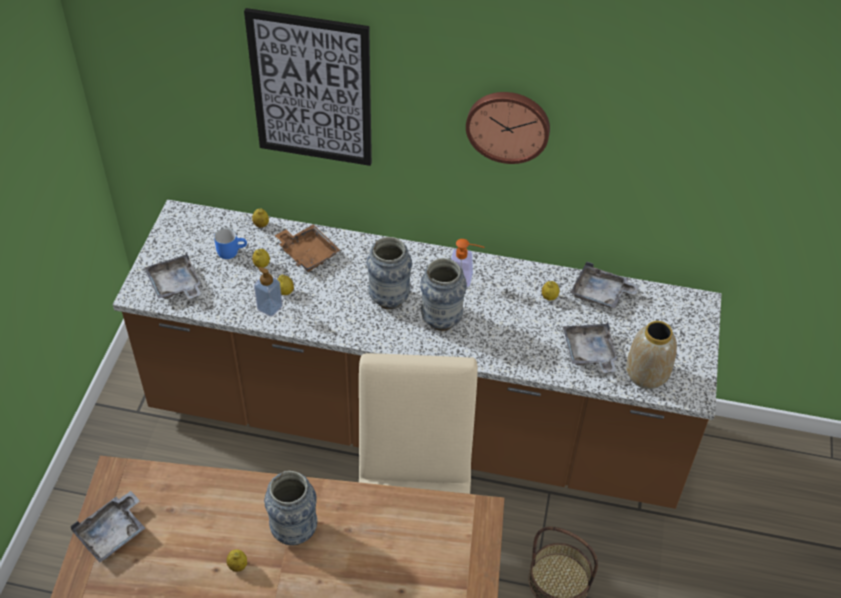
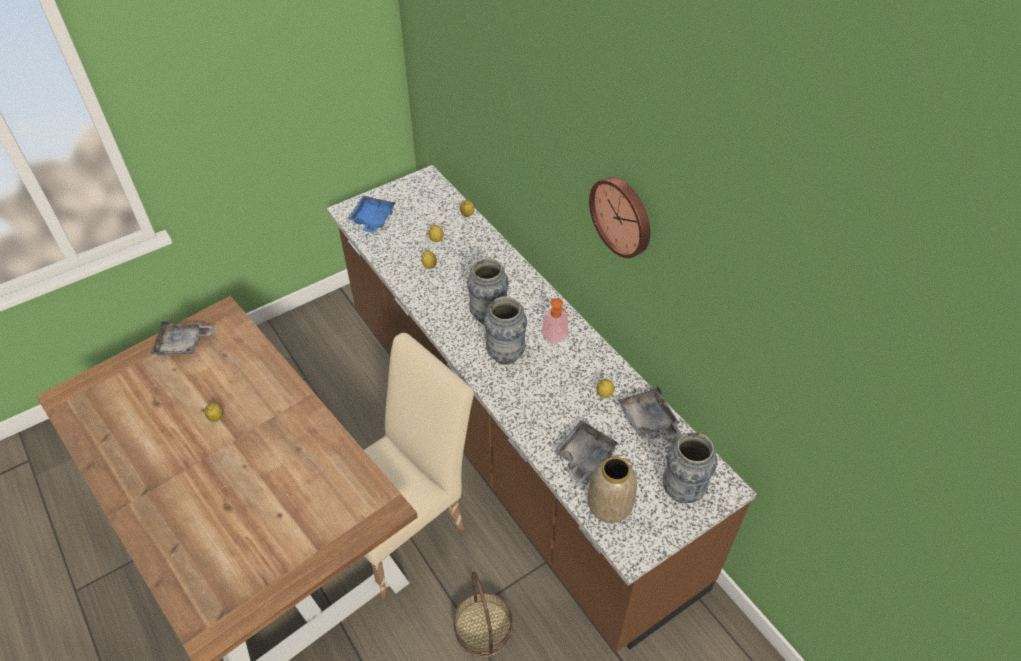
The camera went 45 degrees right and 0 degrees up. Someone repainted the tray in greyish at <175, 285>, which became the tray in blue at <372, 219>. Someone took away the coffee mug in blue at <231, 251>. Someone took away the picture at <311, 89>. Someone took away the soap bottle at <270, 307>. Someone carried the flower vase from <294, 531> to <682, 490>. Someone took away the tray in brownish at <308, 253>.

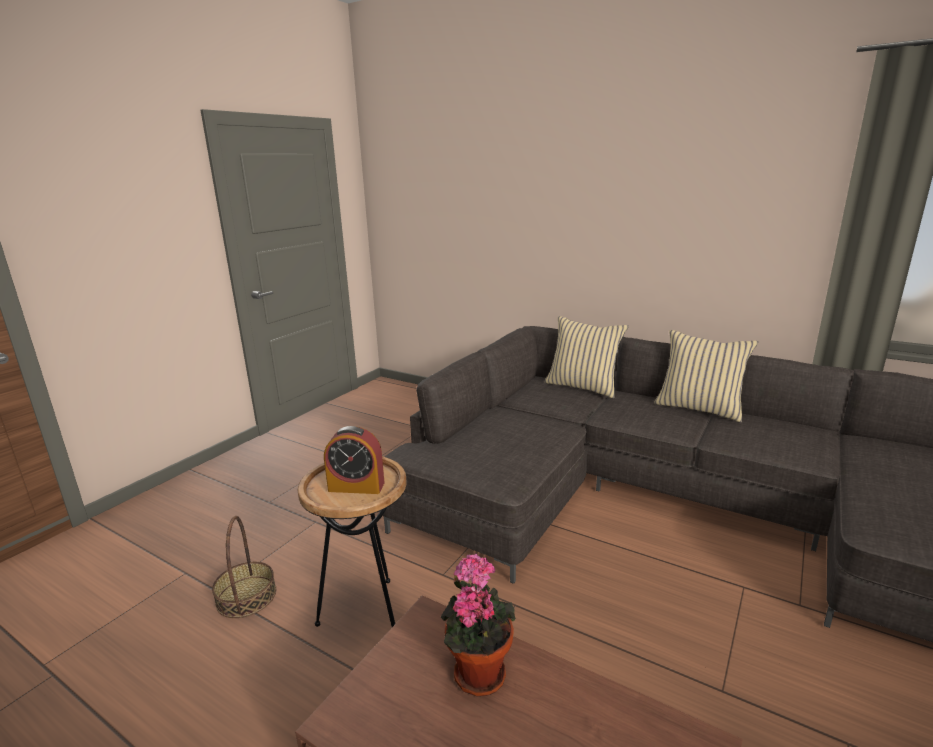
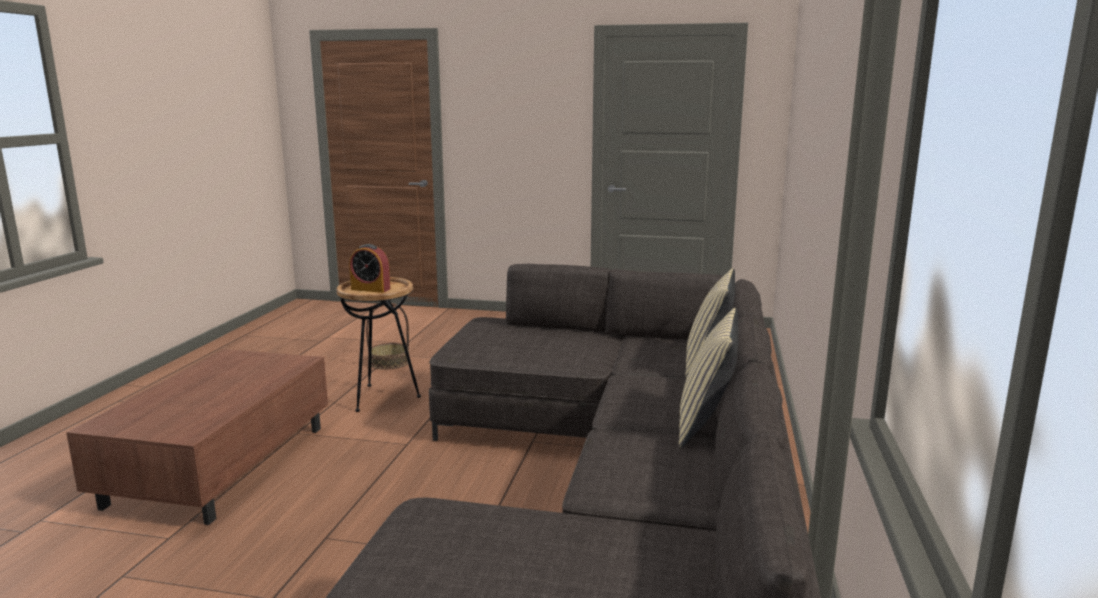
The camera went 70 degrees right and 5 degrees down. Someone rotated the table clock at <356, 486> by 60 degrees counterclockwise. Someone took away the potted plant at <478, 670>.

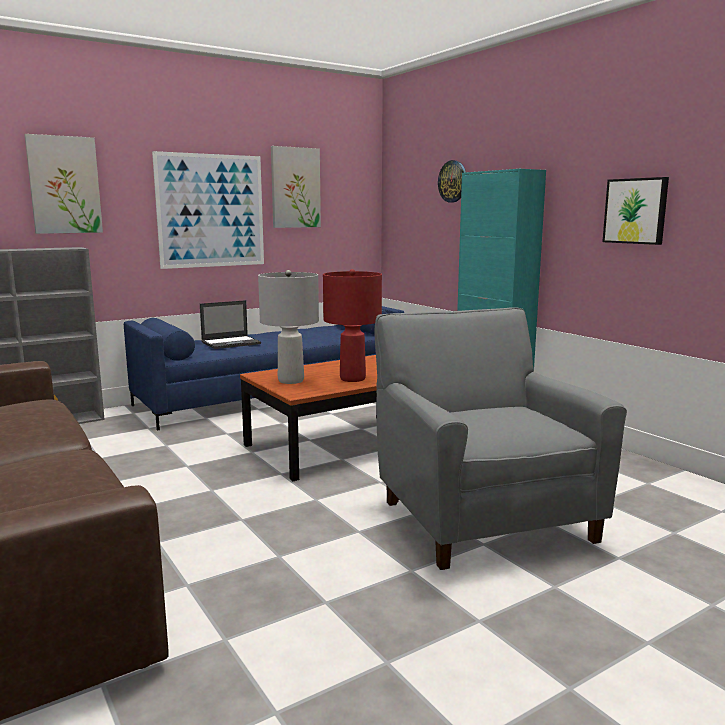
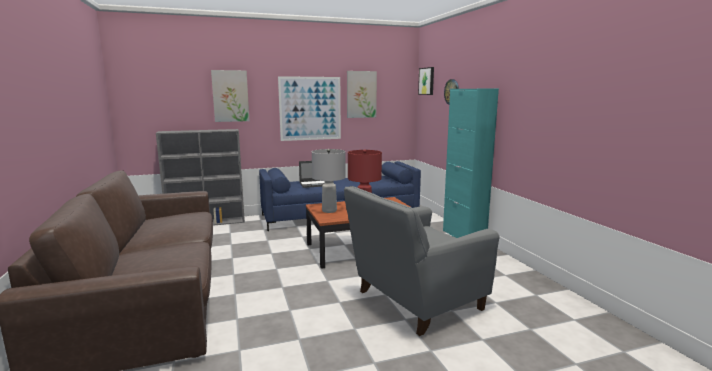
The camera went 15 degrees right and 0 degrees up. Someone rotated the easy chair in greyish at <480, 516> by 120 degrees counterclockwise. Someone carried the picture from <636, 211> to <427, 81>.

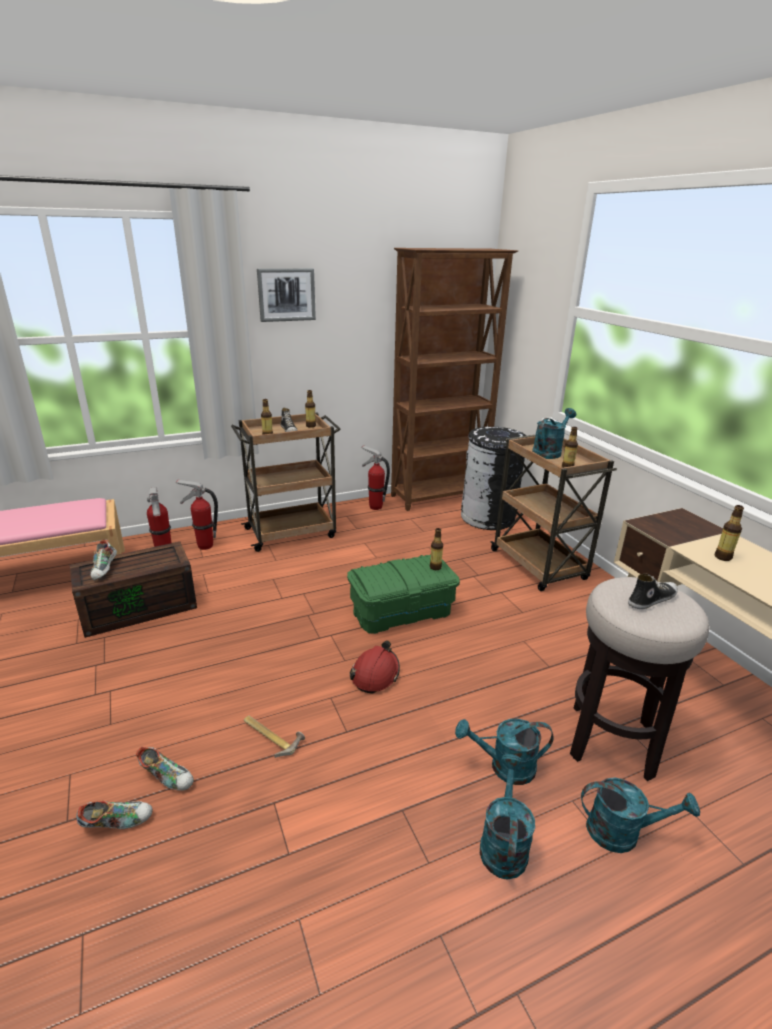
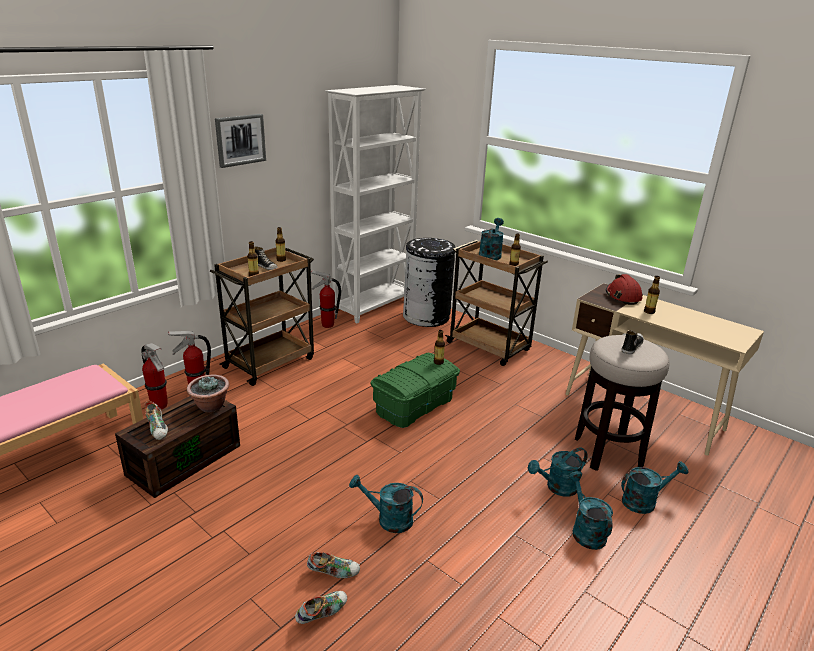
The camera went 25 degrees left and 0 degrees up. Someone swapped the tool hammer at <272, 735> for the watering can in turquoise-coloured at <388, 519>. Someone carried the safety helmet in red from <375, 674> to <623, 296>. Someone repainted the bookshelf in brownish at <440, 496>, which became the bookshelf in white at <375, 305>. Someone put down the potted plant at <210, 406>.

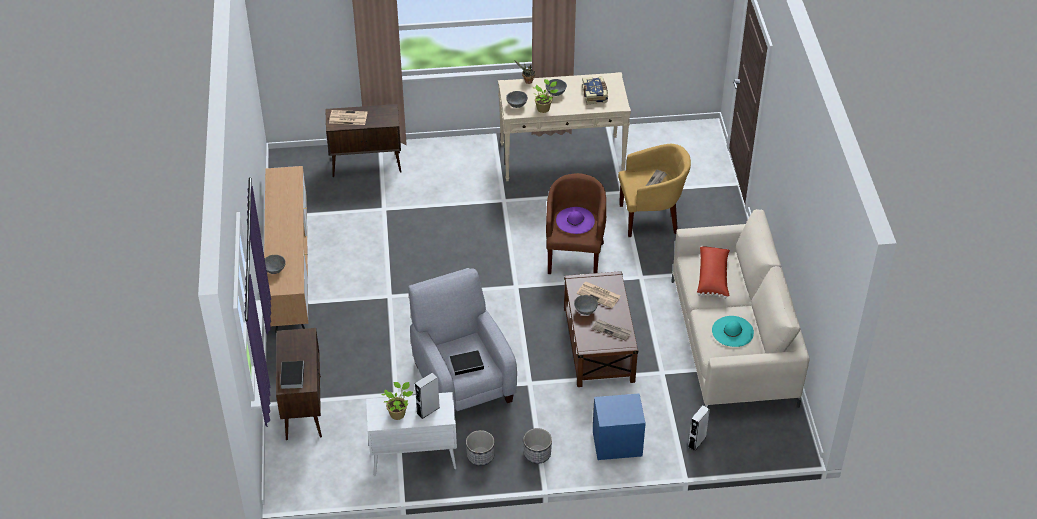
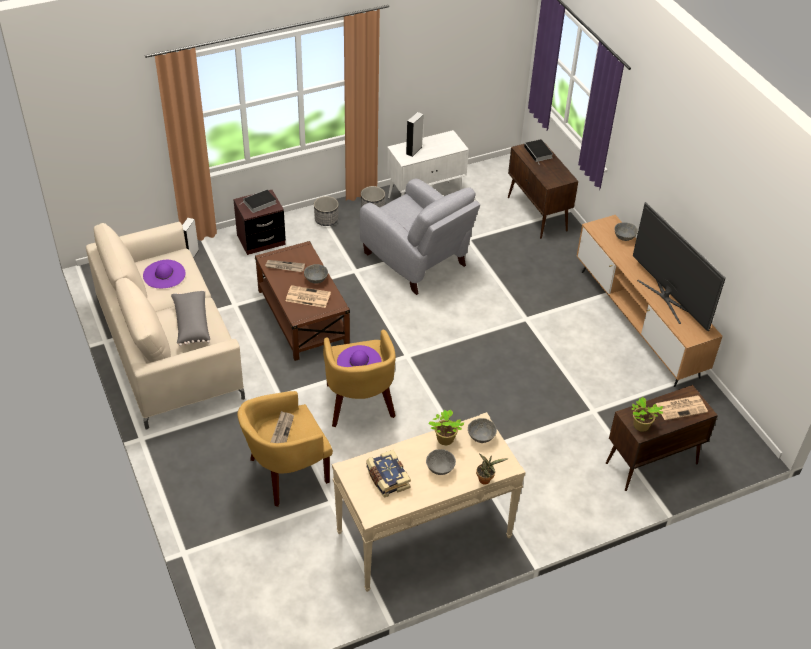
The camera went 160 degrees right and 0 degrees up. Someone carried the potted plant from <398, 413> to <641, 426>. Someone carried the volume from <467, 364> to <259, 203>. Someone repainted the easy chair in brownish at <574, 255>, which became the easy chair in yellow at <359, 404>. Someone repainted the nightstand in blue at <617, 443>, which became the nightstand in brownish at <261, 240>. Someone repainted the pillow in red at <713, 277>, which became the pillow in greyish at <191, 324>. Someone repainted the wearable hat in turquoise-coloured at <732, 331>, which became the wearable hat in purple at <164, 274>. Someone put down the television at <667, 298>.

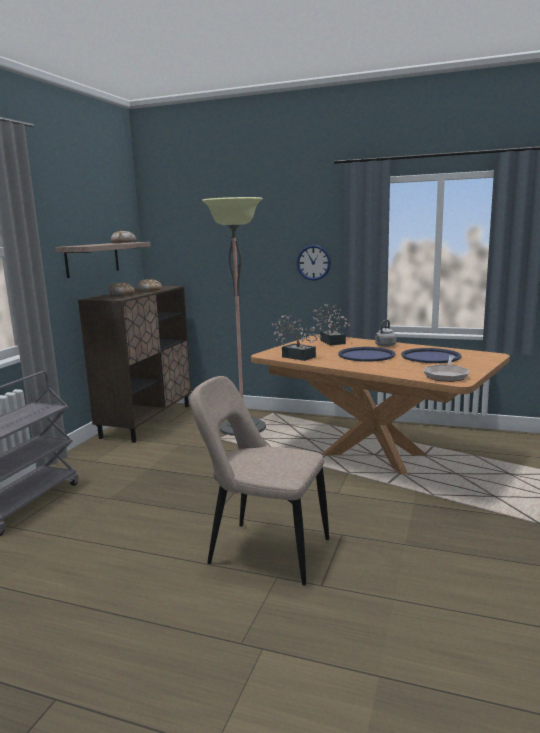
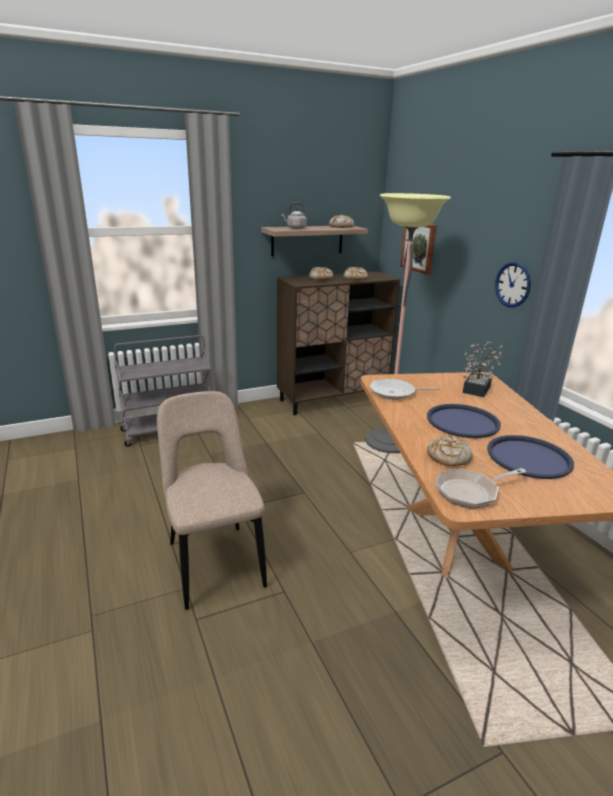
The camera went 45 degrees right and 10 degrees up. Someone swapped the potted plant at <295, 356> for the frying pan at <395, 392>. Someone carried the kettle in greyish from <384, 346> to <295, 228>. Someone put up the picture at <419, 246>. Someone put down the baked bread at <448, 457>.

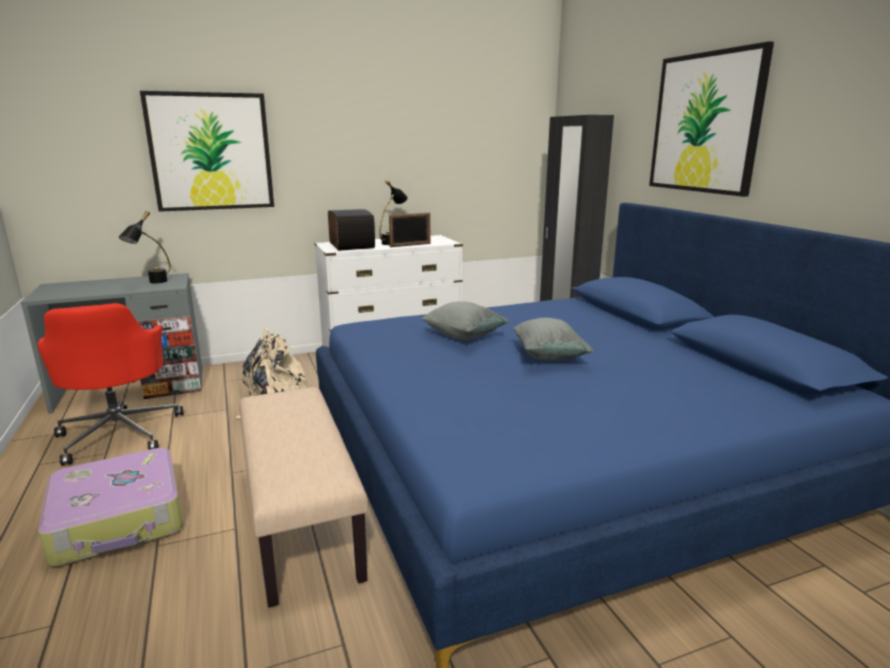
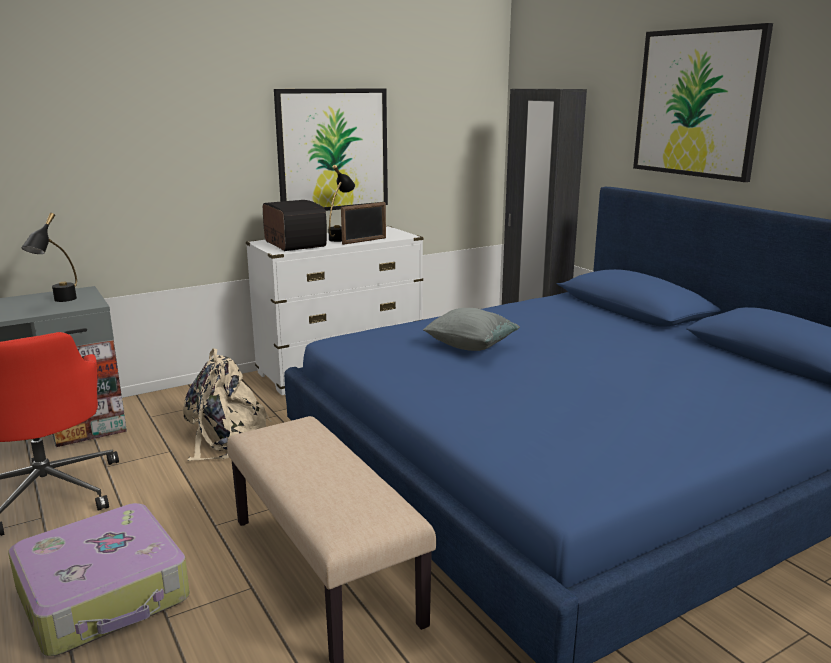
The camera went 10 degrees left and 0 degrees up. Someone carried the picture from <211, 152> to <333, 150>. Someone took away the pillow in greyish at <549, 356>.

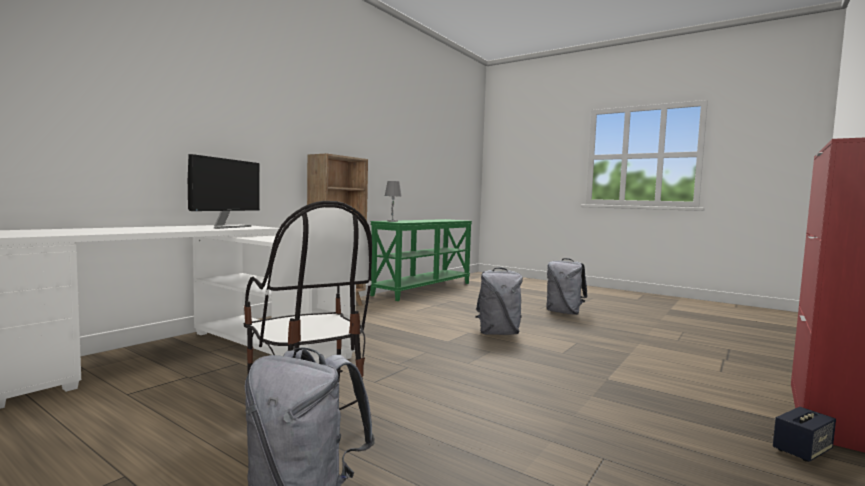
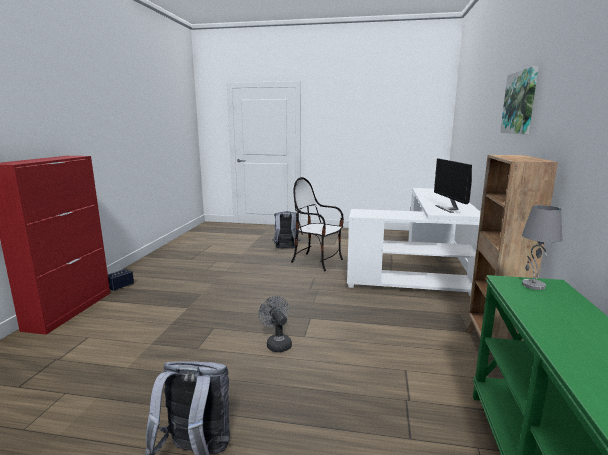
The camera went 155 degrees right and 10 degrees up. Someone swapped the rucksack in greyish at <498, 333> for the cooling fan in greyish at <277, 343>. Someone put up the picture at <520, 102>.

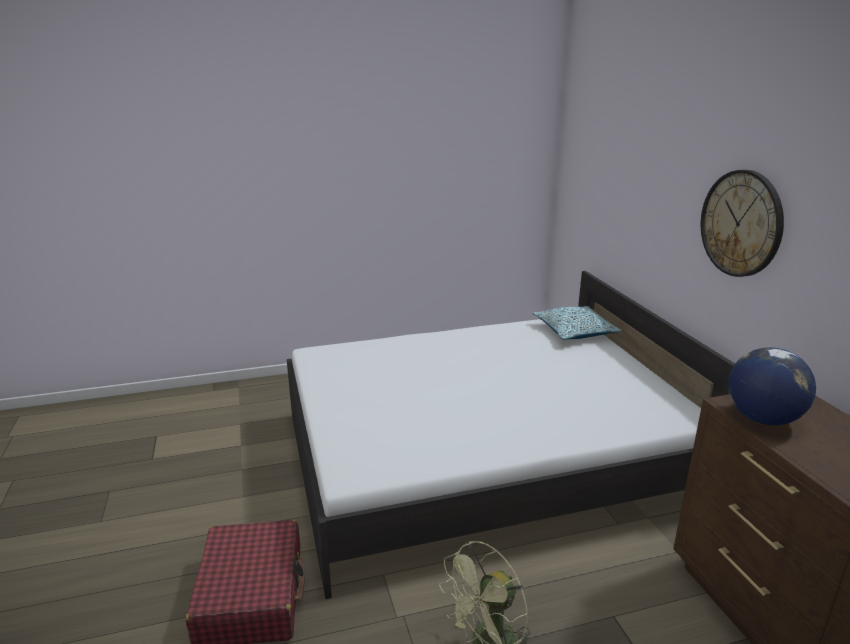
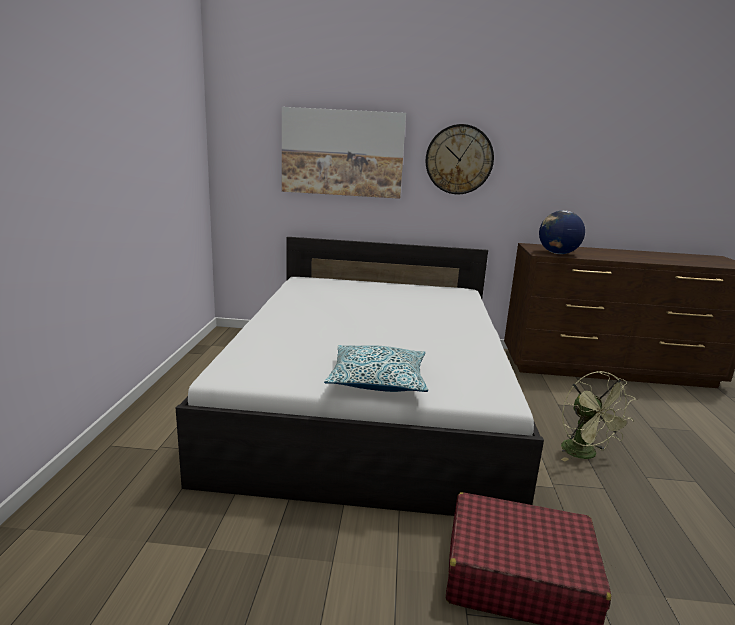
The camera went 70 degrees left and 5 degrees down. Someone carried the pillow from <575, 332> to <378, 380>. Someone put up the picture at <342, 153>.

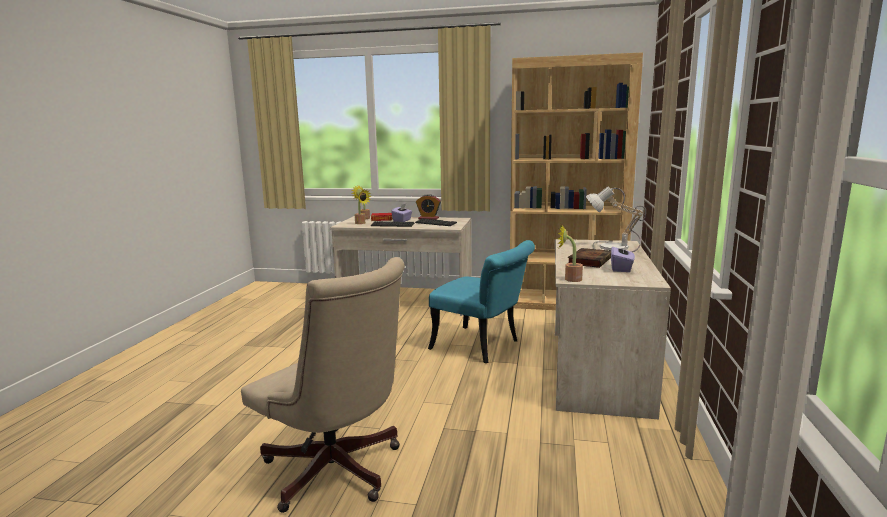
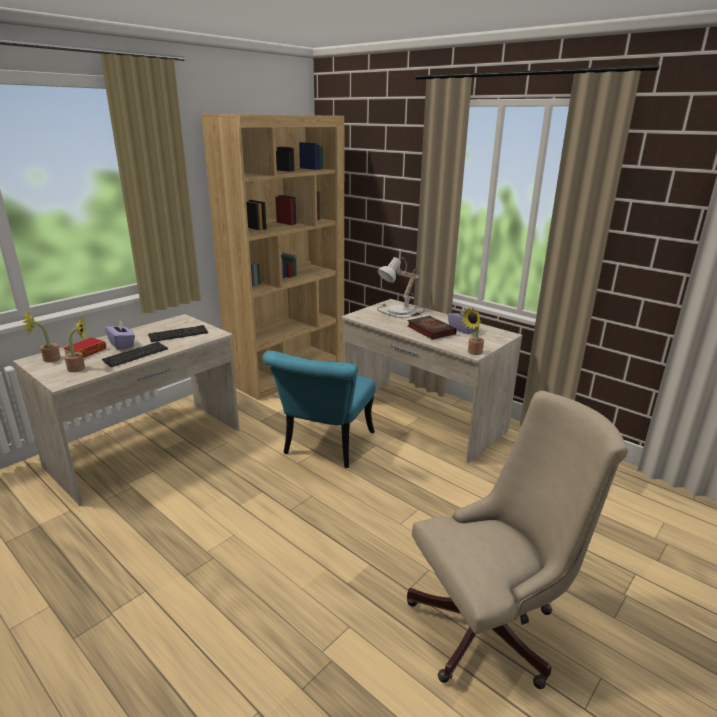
The camera went 60 degrees left and 10 degrees up. Someone took away the table clock at <428, 218>. Someone rotated the plain chair in turquoise-coloured at <482, 347> by 135 degrees clockwise.

